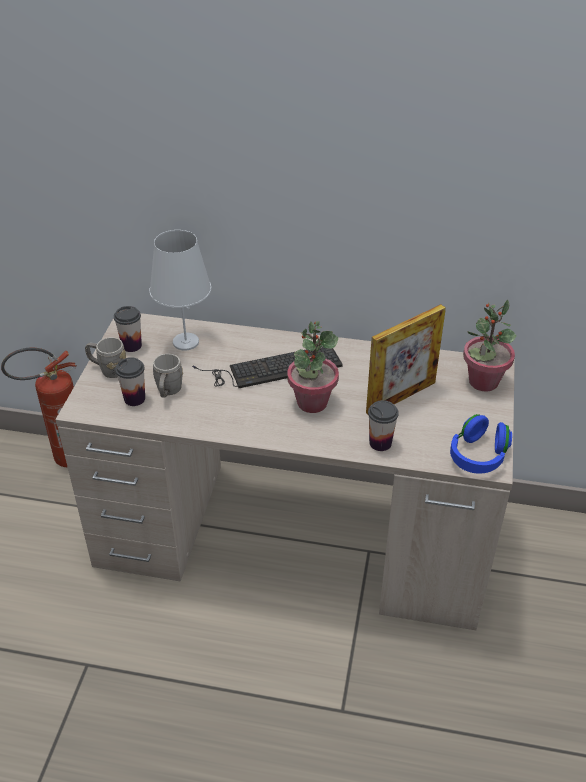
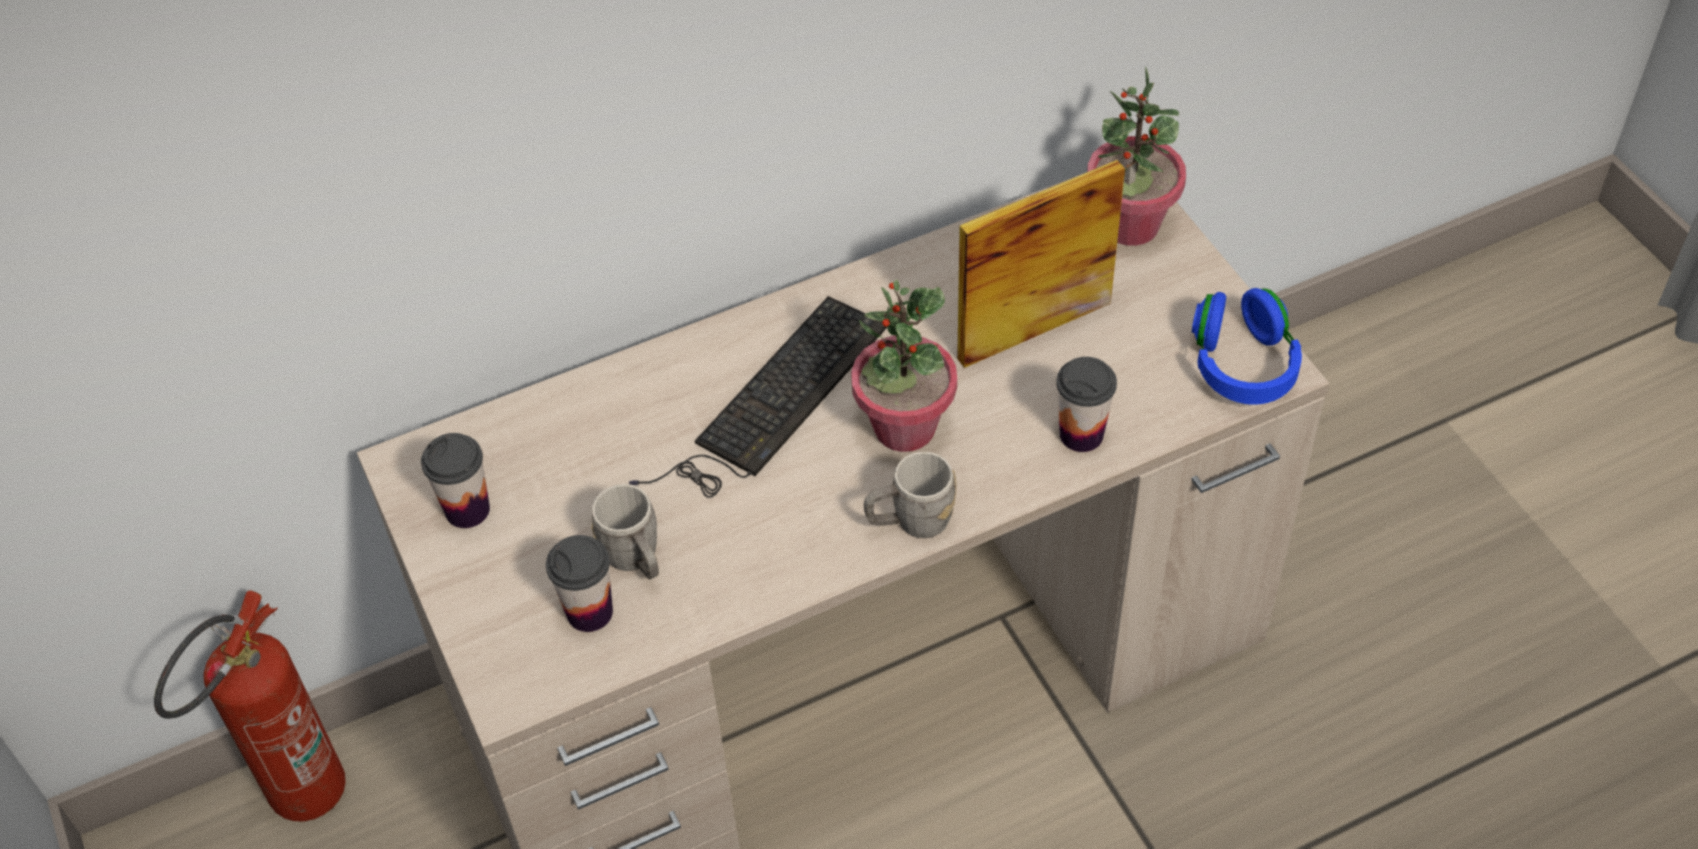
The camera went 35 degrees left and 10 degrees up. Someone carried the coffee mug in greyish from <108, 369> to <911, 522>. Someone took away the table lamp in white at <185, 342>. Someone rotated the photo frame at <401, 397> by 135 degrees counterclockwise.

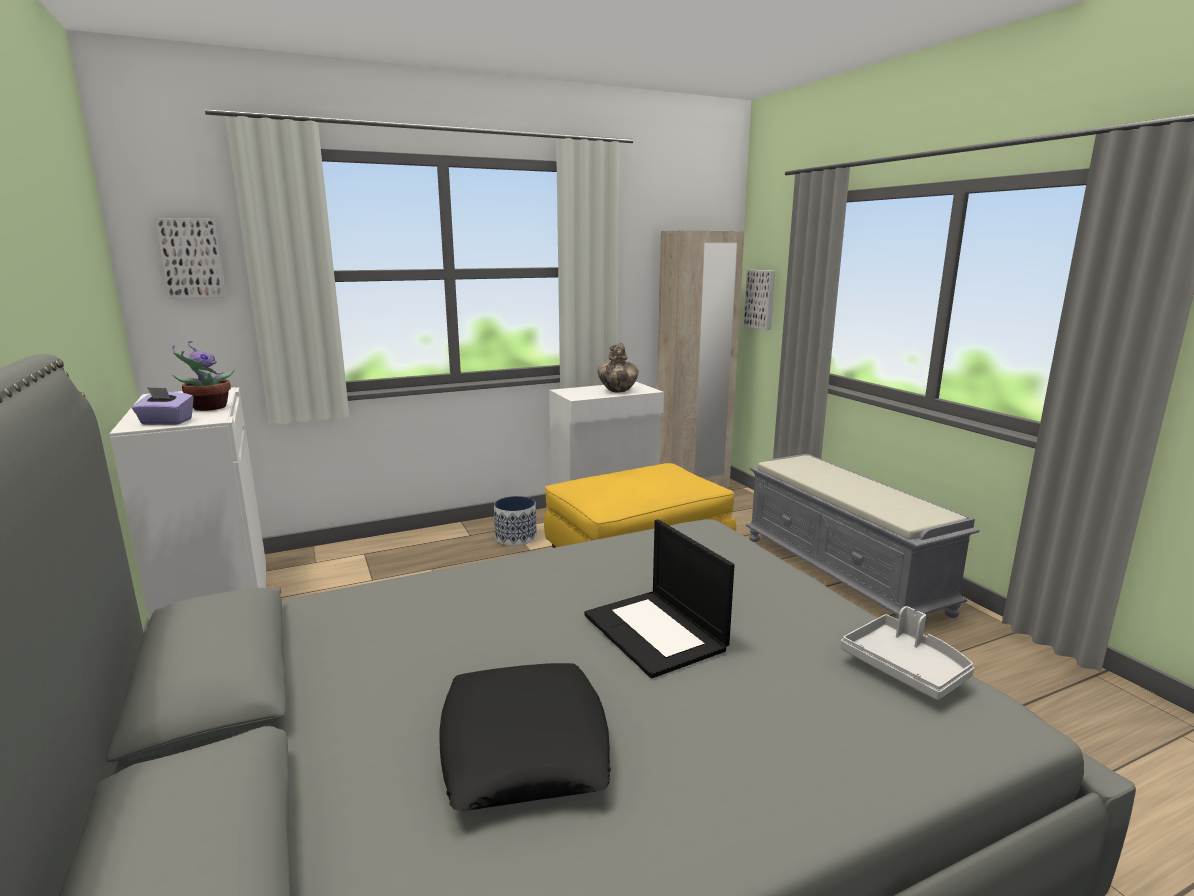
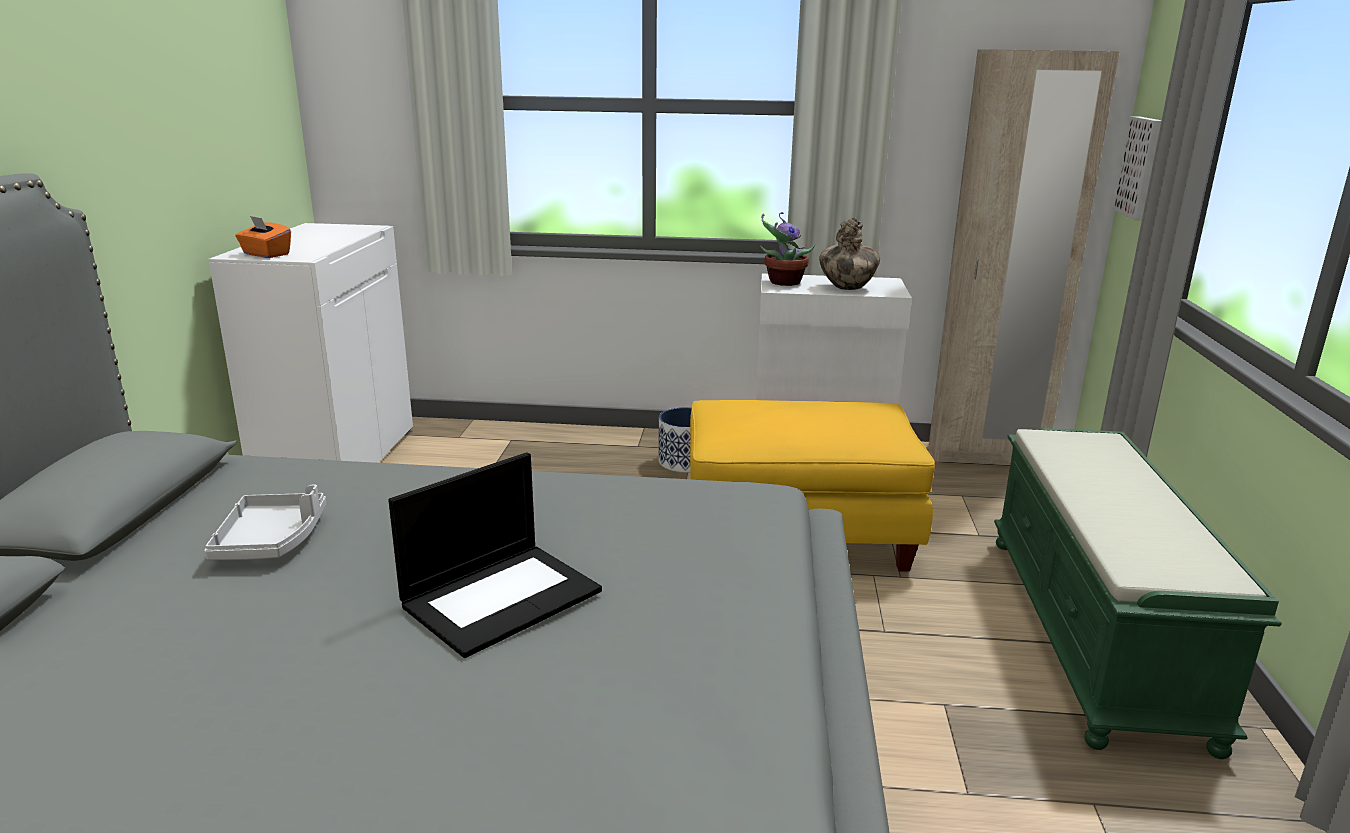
The camera went 30 degrees right and 5 degrees up. Someone repainted the tissue box in purple at <166, 422>, which became the tissue box in orange-coloured at <266, 254>. Someone took away the picture at <192, 258>. Someone carried the potted plant from <207, 408> to <782, 282>. Someone took away the pillow in black-coloured at <523, 745>. Someone rotated the portable computer at <656, 632> by 135 degrees counterclockwise. Someone repainted the bench in greyish at <844, 574>, which became the bench in green at <1095, 634>. Someone carried the tray in greyish from <905, 668> to <272, 540>.

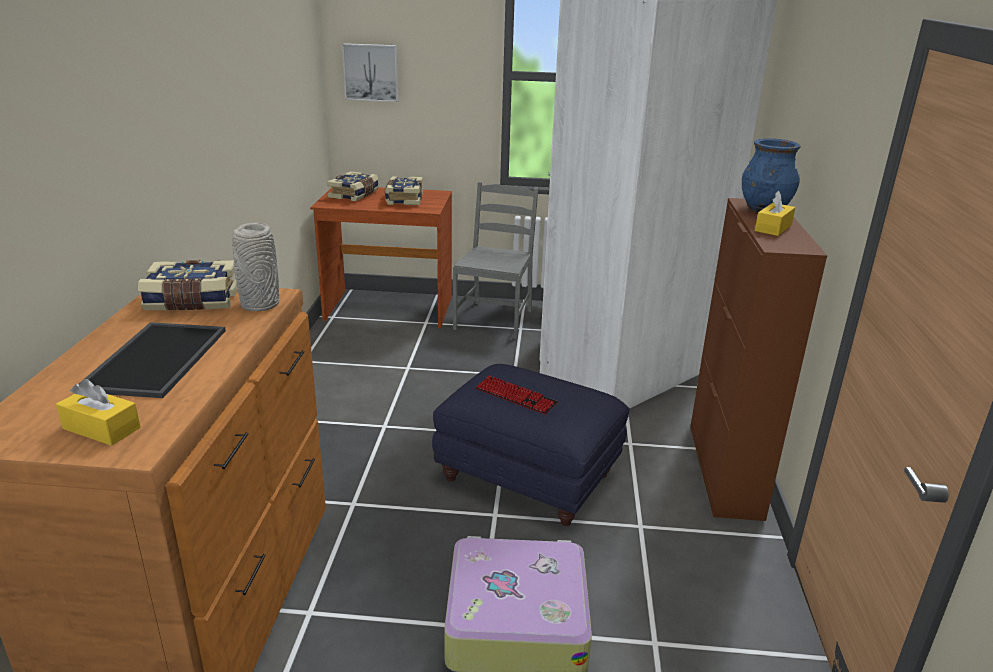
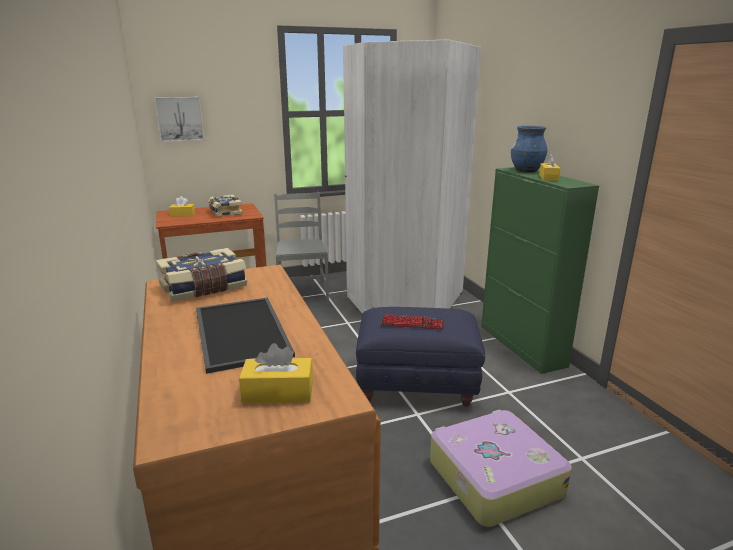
The camera went 25 degrees left and 5 degrees down. Someone took away the flower vase in greyish at <259, 304>. Someone swapped the volume at <355, 195> for the tissue box in yellow at <183, 214>. Someone repainted the cupboard in brownish at <724, 470>, which became the cupboard in green at <522, 346>.

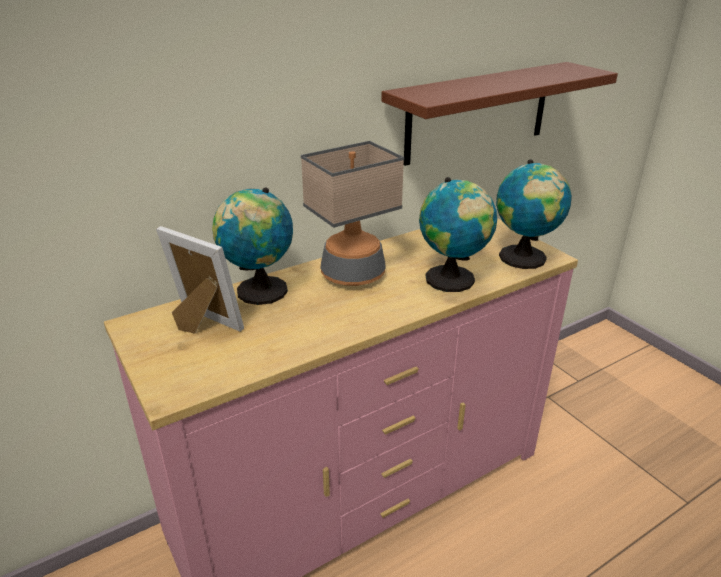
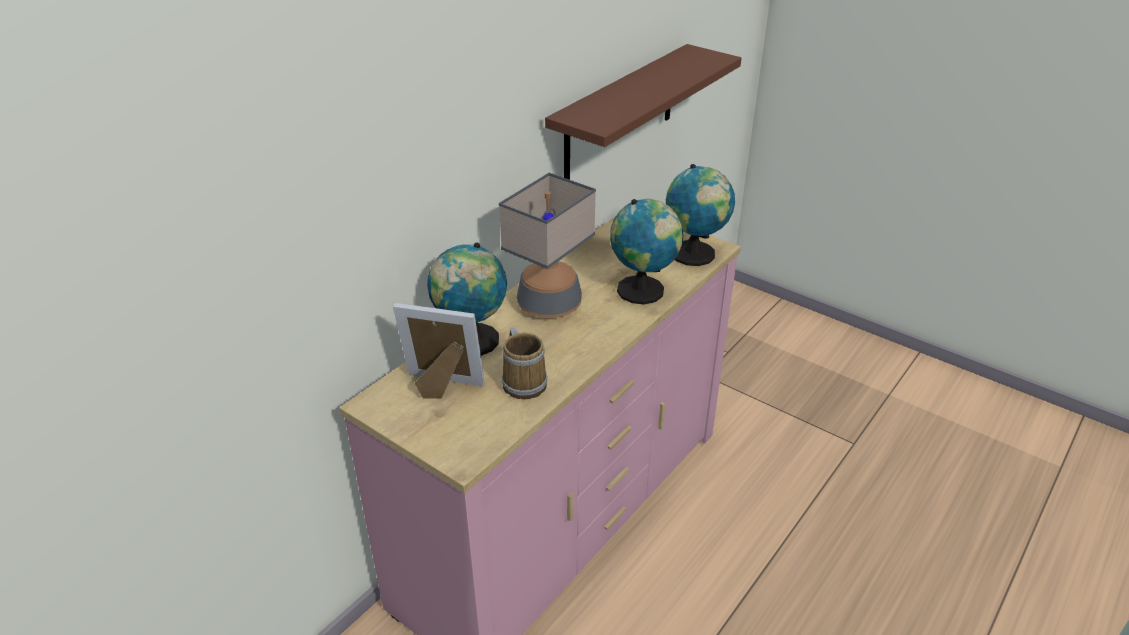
The camera went 20 degrees left and 5 degrees up. Someone put down the coffee mug at <525, 382>.

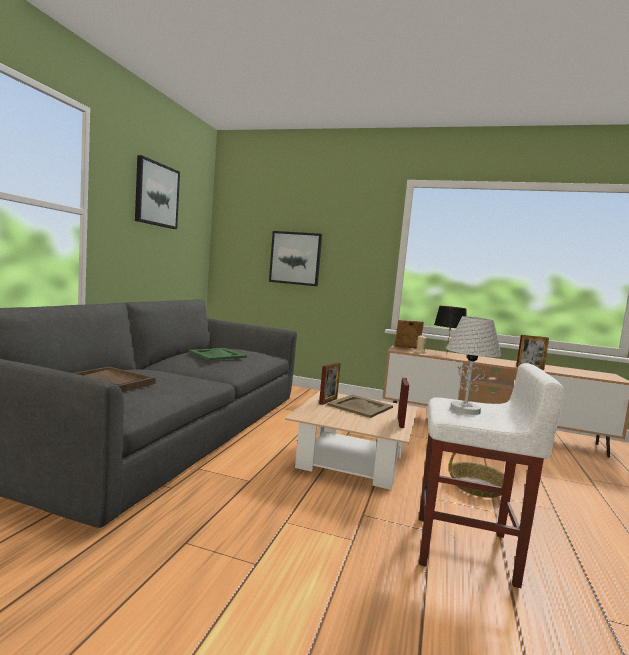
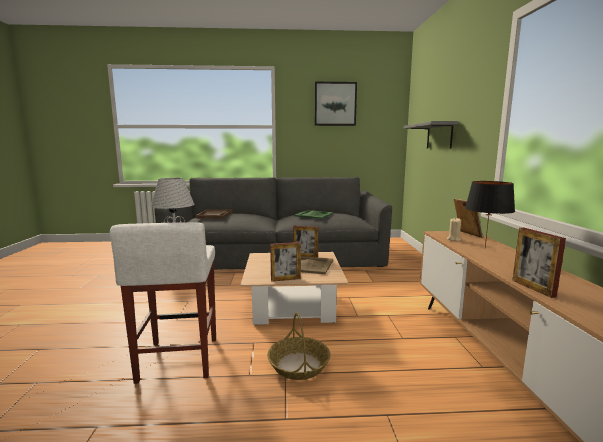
The camera went 70 degrees right and 5 degrees up. Someone swapped the picture at <295, 258> for the bracket shelf in greyish at <439, 136>.

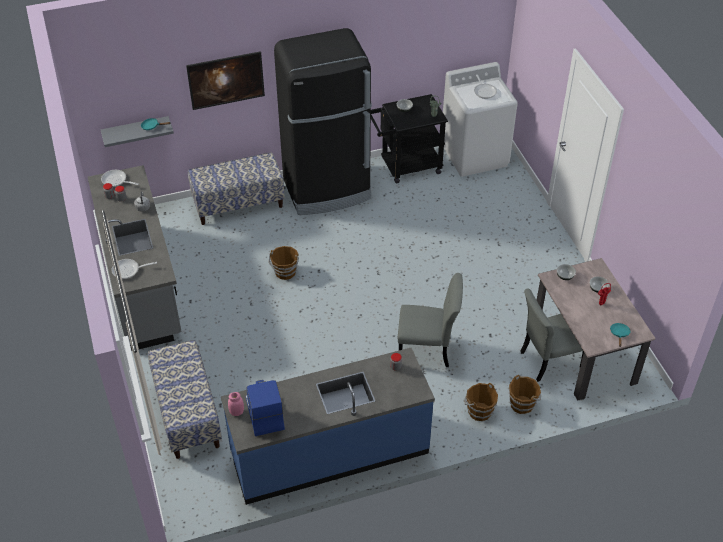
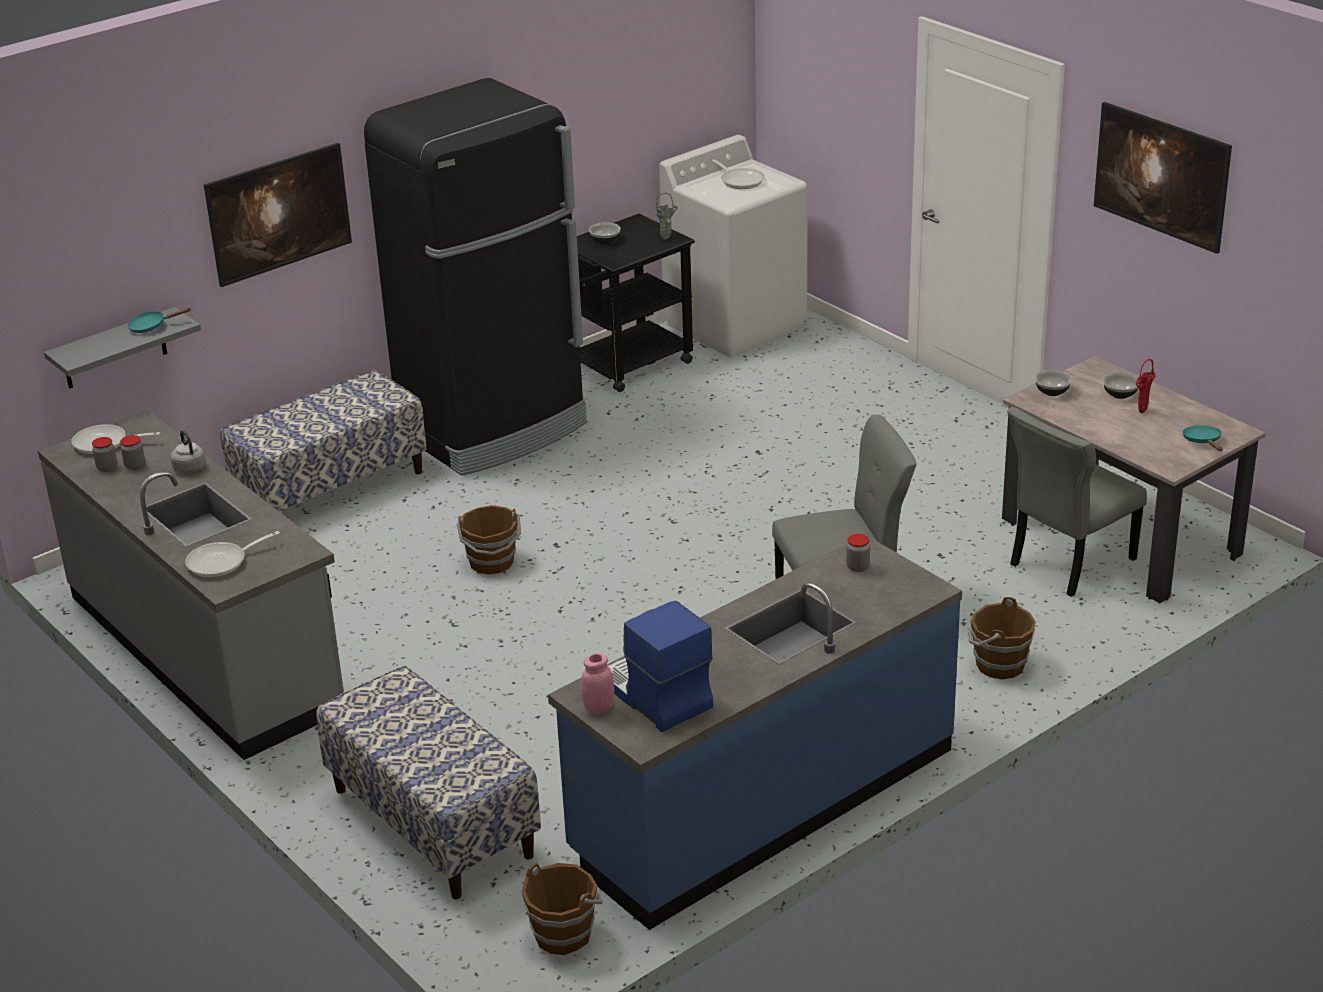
The camera went 20 degrees left and 15 degrees down. Someone carried the pail in brownish from <522, 404> to <564, 933>. Someone put up the picture at <1158, 202>.

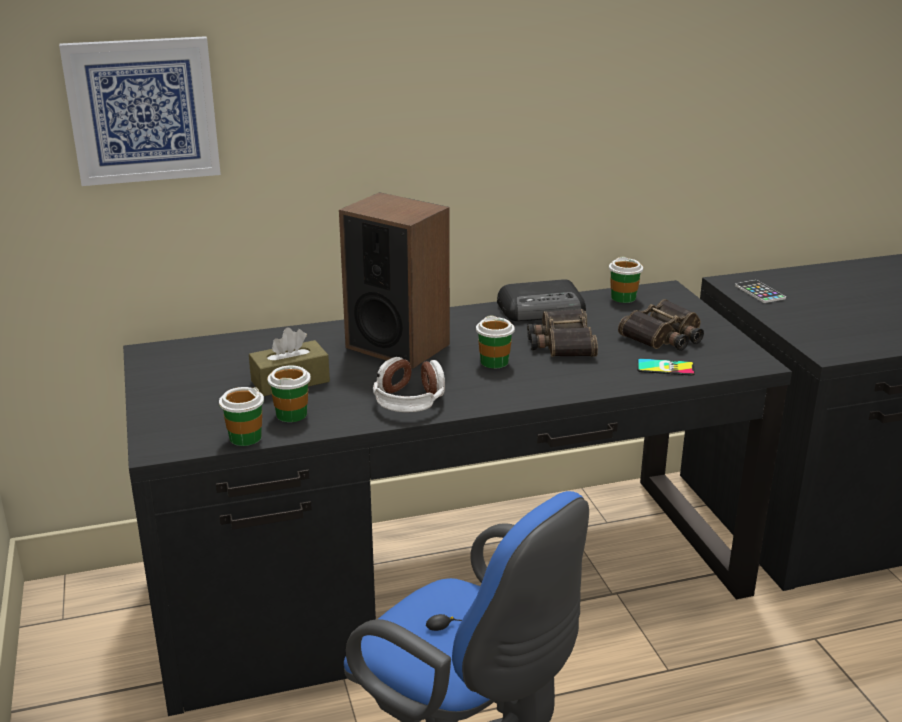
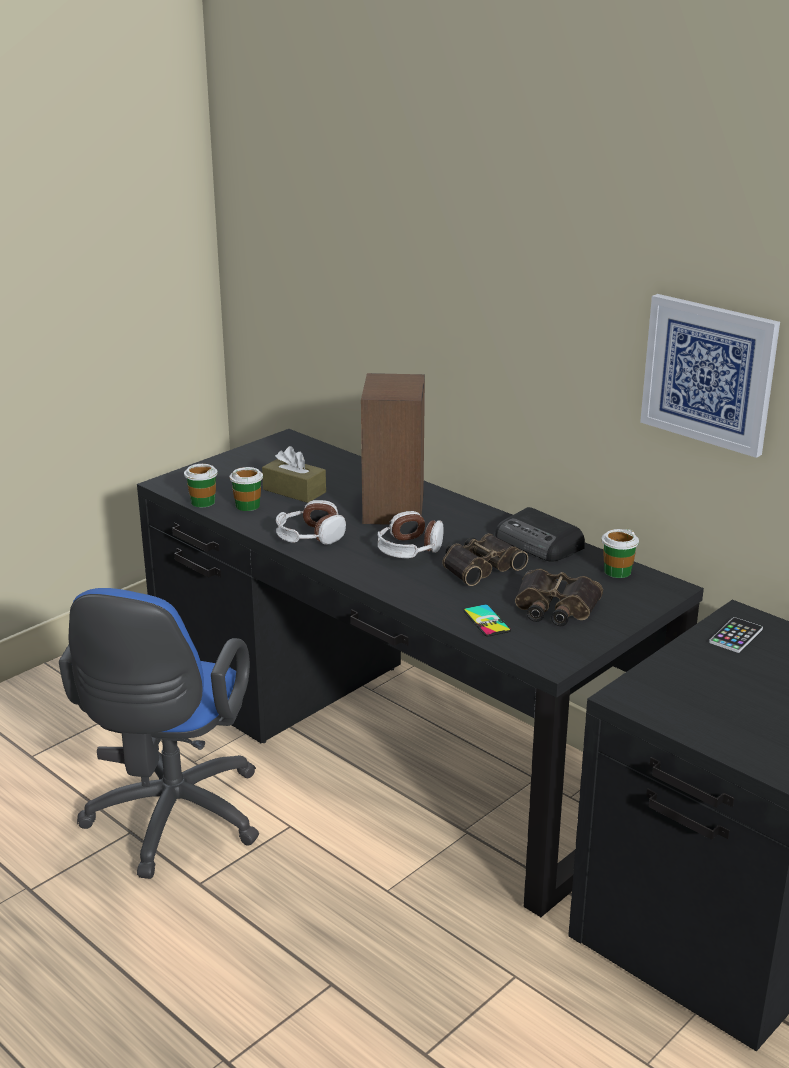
The camera went 60 degrees right and 0 degrees up. Someone carried the picture from <143, 110> to <709, 373>. Someone swapped the drinking cup at <494, 362> for the pair of headphones at <409, 549>.

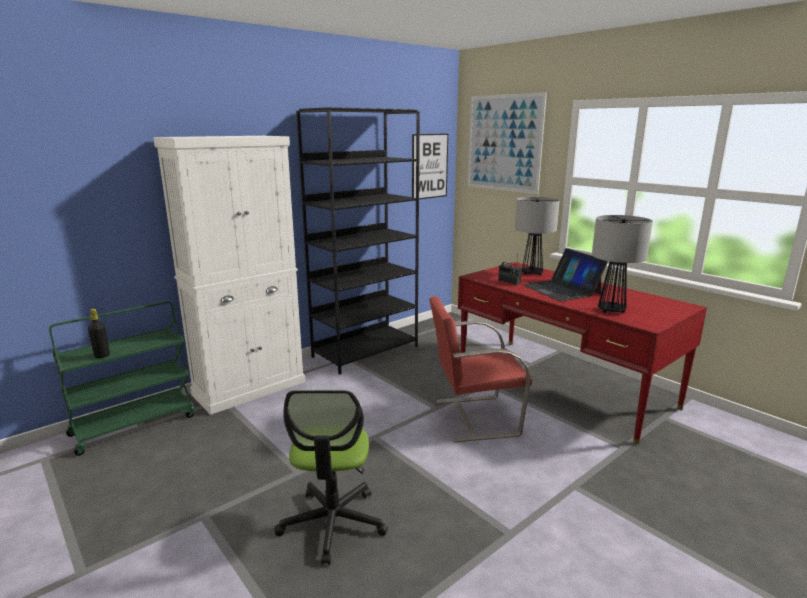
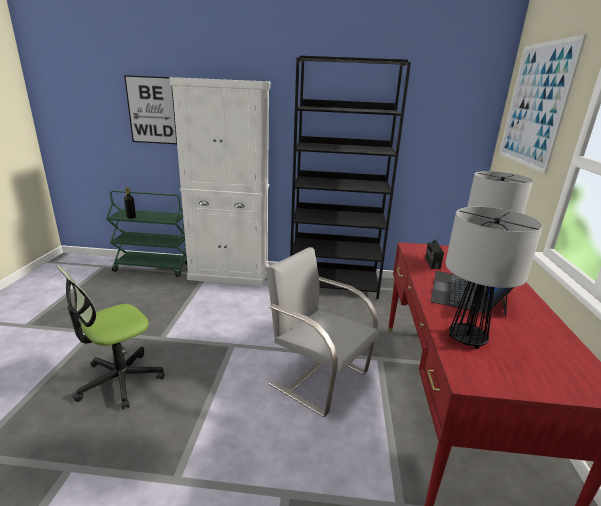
The camera went 45 degrees right and 5 degrees up. Someone carried the picture from <429, 166> to <152, 110>. Someone repainted the plain chair in red at <474, 417>, which became the plain chair in greyish at <318, 377>.

